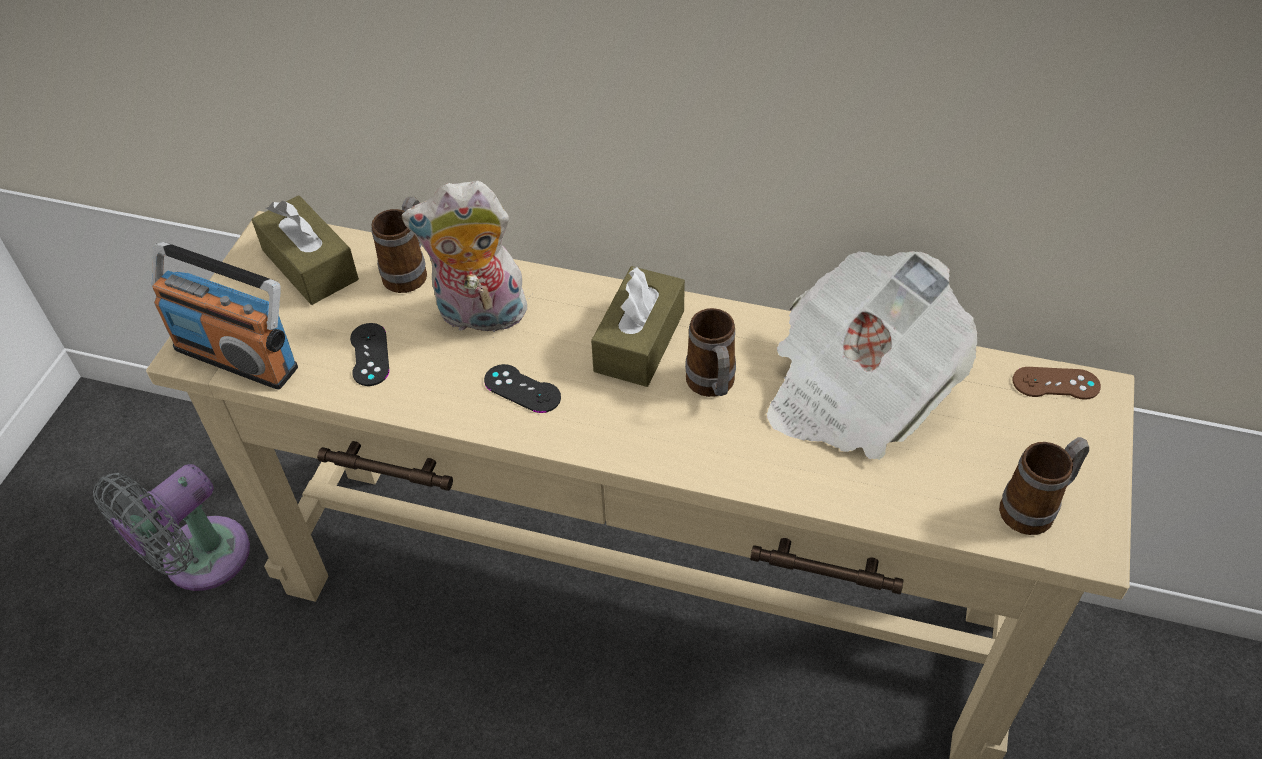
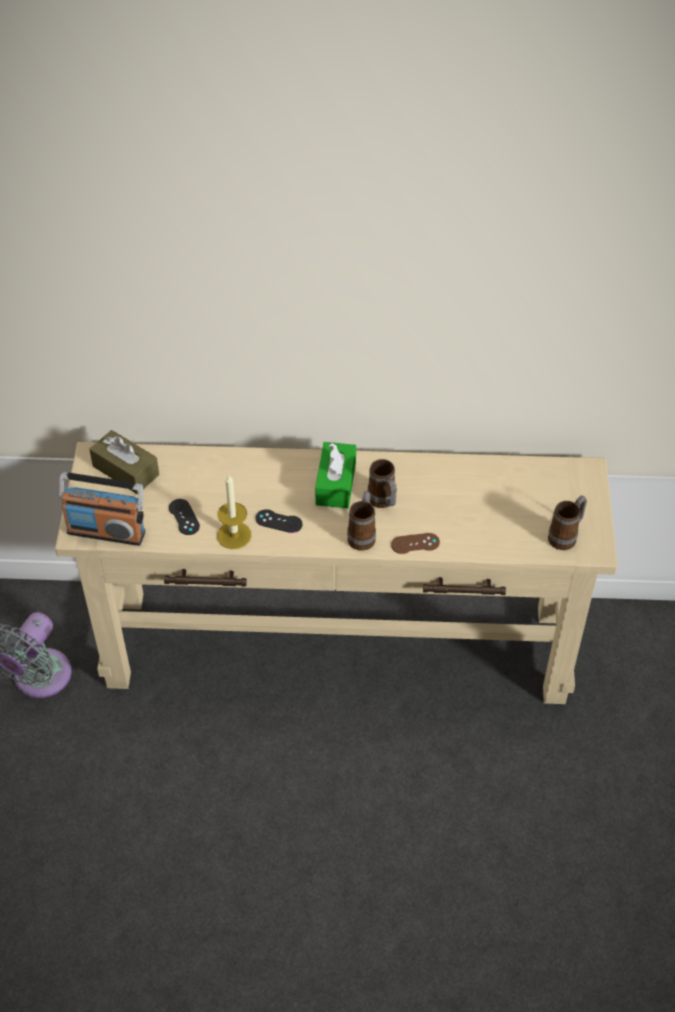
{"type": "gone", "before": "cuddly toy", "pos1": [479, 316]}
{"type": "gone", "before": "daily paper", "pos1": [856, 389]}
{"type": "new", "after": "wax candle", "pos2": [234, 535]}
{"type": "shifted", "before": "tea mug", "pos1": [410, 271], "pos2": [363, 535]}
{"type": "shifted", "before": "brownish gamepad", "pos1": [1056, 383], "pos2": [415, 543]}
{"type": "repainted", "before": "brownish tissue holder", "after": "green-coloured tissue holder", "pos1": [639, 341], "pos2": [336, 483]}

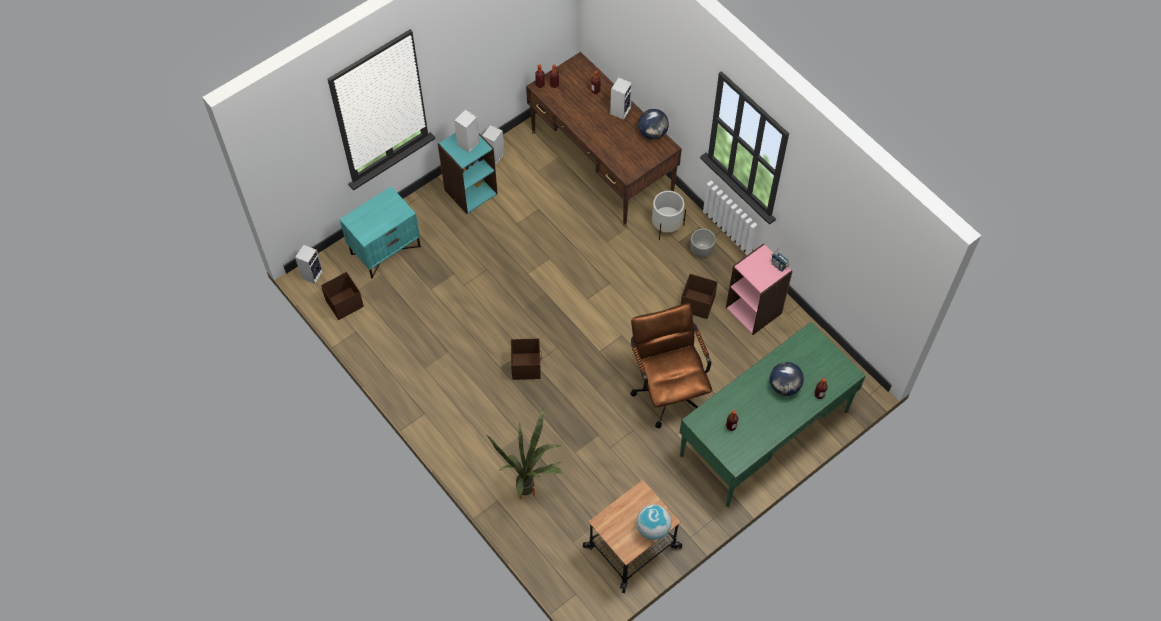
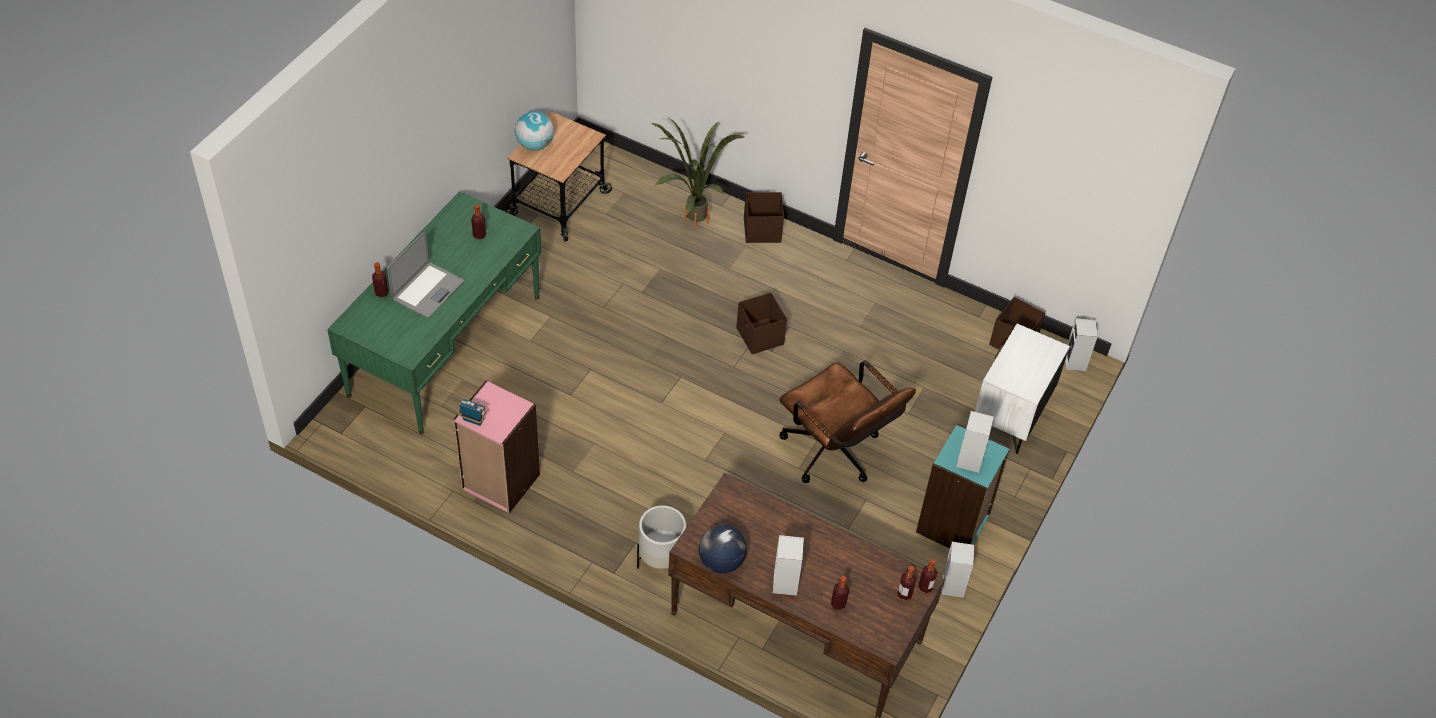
{"type": "gone", "before": "flower pot", "pos1": [701, 251]}
{"type": "shifted", "before": "brownish office chair", "pos1": [668, 388], "pos2": [836, 455]}
{"type": "shifted", "before": "brownish storage container", "pos1": [697, 303], "pos2": [763, 231]}
{"type": "swapped", "before": "desk globe", "after": "portable computer", "pos1": [784, 386], "pos2": [427, 290]}
{"type": "repainted", "before": "turquoise bedside table", "after": "whitish bedside table", "pos1": [385, 249], "pos2": [1010, 416]}

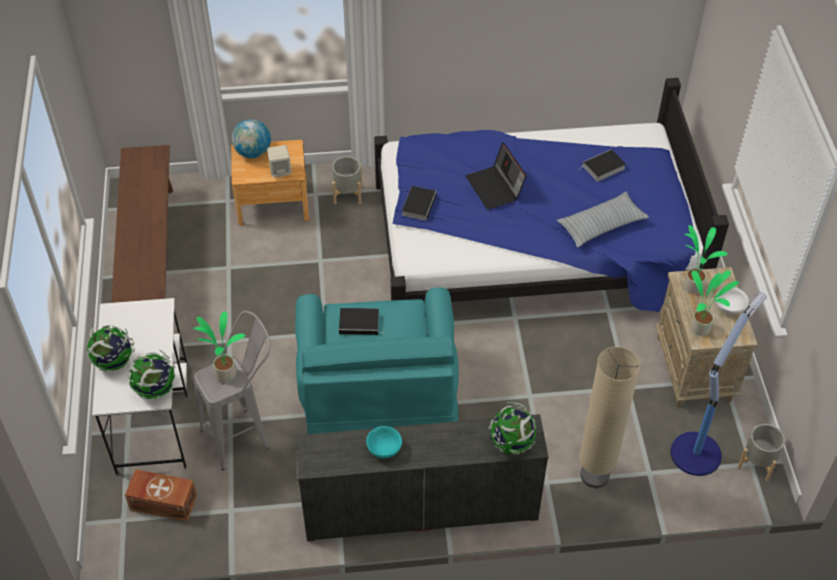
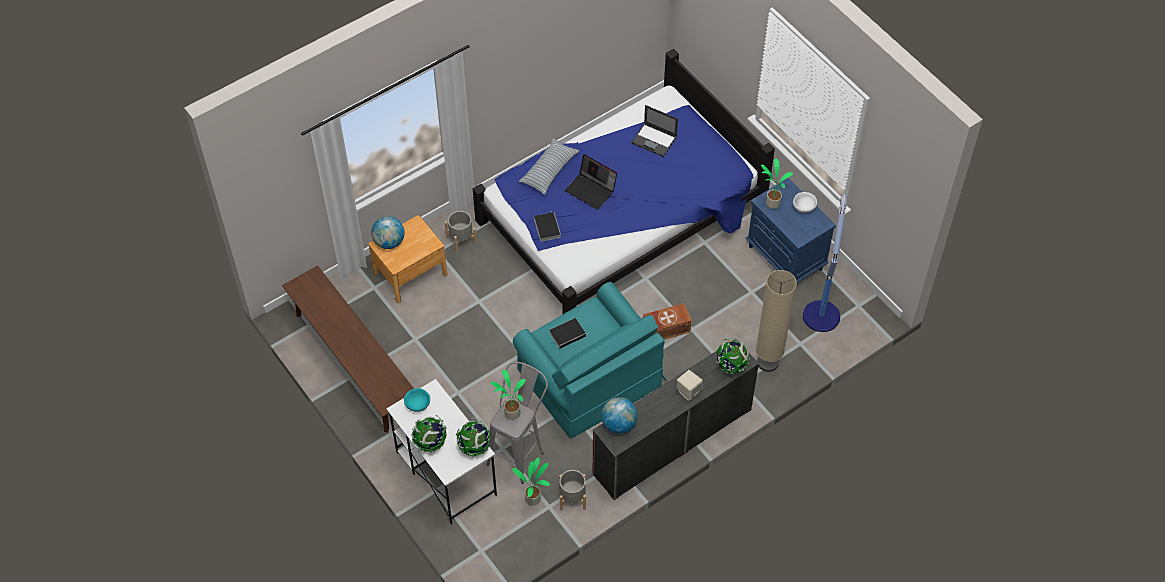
{"type": "new", "after": "desk globe", "pos2": [619, 424]}
{"type": "shifted", "before": "brownish storage container", "pos1": [163, 501], "pos2": [665, 328]}
{"type": "shifted", "before": "beige-coloured audio speaker", "pos1": [280, 170], "pos2": [688, 391]}
{"type": "shifted", "before": "turquoise serving bowl", "pos1": [384, 449], "pos2": [418, 404]}
{"type": "shifted", "before": "cushion", "pos1": [601, 225], "pos2": [549, 170]}
{"type": "shifted", "before": "potted plant", "pos1": [701, 329], "pos2": [534, 498]}
{"type": "shifted", "before": "greyish flower pot", "pos1": [757, 462], "pos2": [572, 498]}
{"type": "swapped", "before": "volume", "after": "portable computer", "pos1": [603, 168], "pos2": [654, 140]}
{"type": "repainted", "before": "beige-coloured bedside table", "after": "bluish bedside table", "pos1": [694, 369], "pos2": [786, 258]}

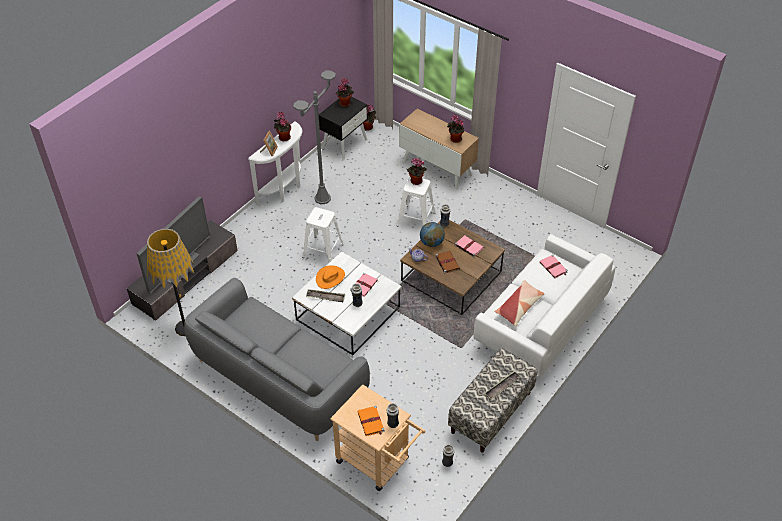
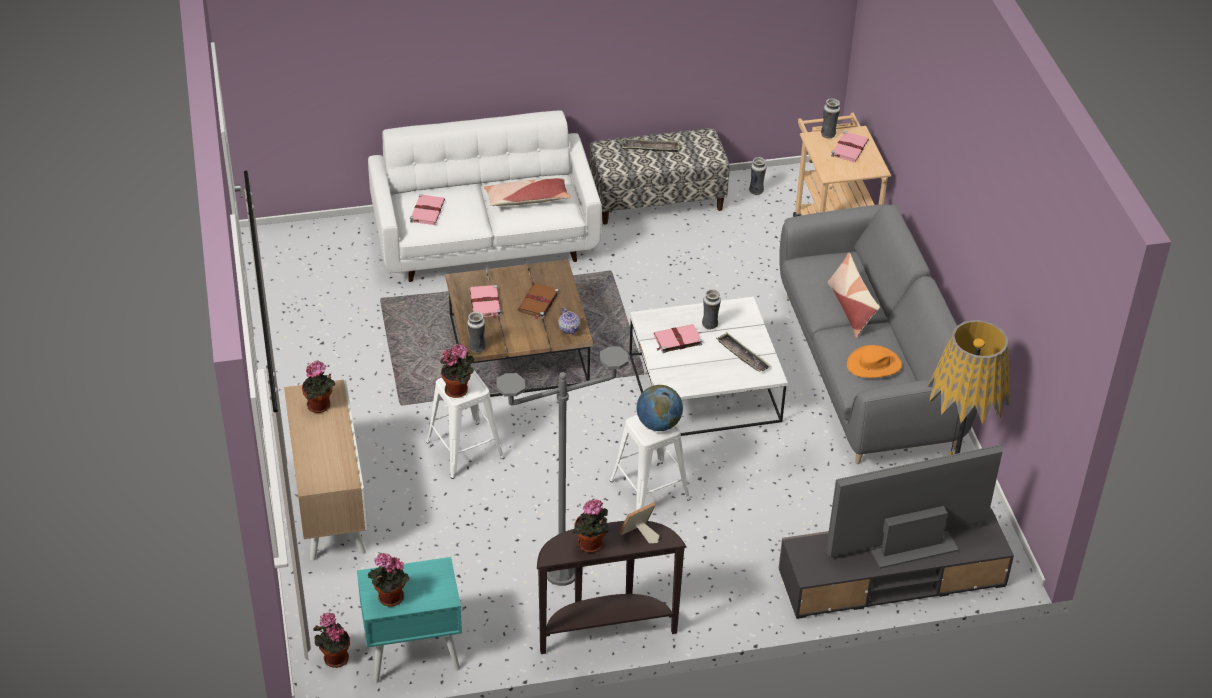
{"type": "new", "after": "cushion", "pos2": [851, 308]}
{"type": "shifted", "before": "orangey clothing hat", "pos1": [330, 277], "pos2": [874, 365]}
{"type": "shifted", "before": "desk globe", "pos1": [431, 243], "pos2": [658, 424]}
{"type": "repainted", "before": "whitish hall table", "after": "brownish hall table", "pos1": [284, 190], "pos2": [605, 629]}
{"type": "repainted", "before": "black bedside table", "after": "turquoise bedside table", "pos1": [344, 143], "pos2": [412, 652]}
{"type": "repainted", "before": "orangey volume", "after": "pink-coloured volume", "pos1": [371, 422], "pos2": [849, 148]}

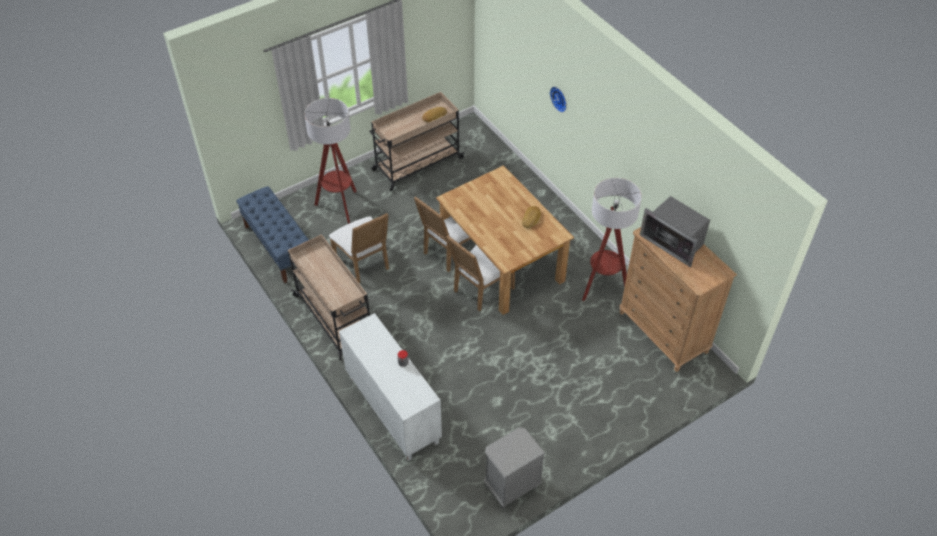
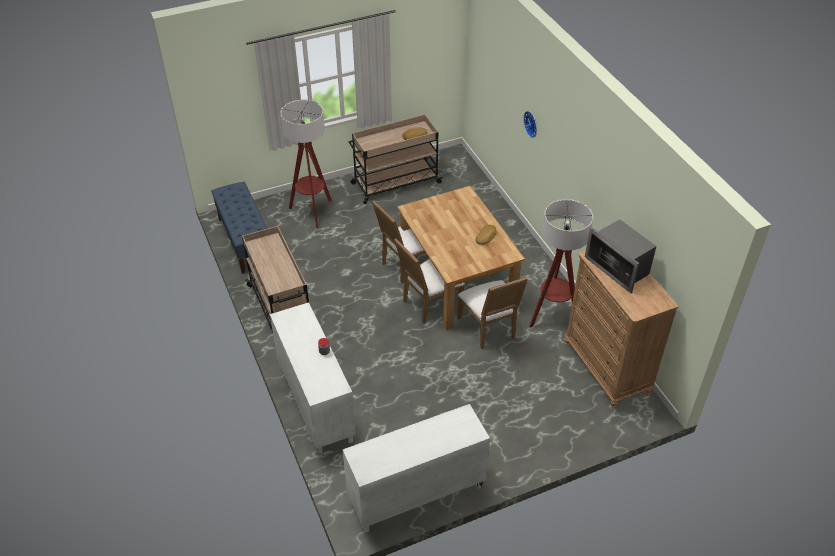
{"type": "shifted", "before": "whitish upright chair", "pos1": [364, 264], "pos2": [489, 329]}
{"type": "swapped", "before": "greyish bedside table", "after": "whitish storage cabinet", "pos1": [511, 486], "pos2": [416, 495]}

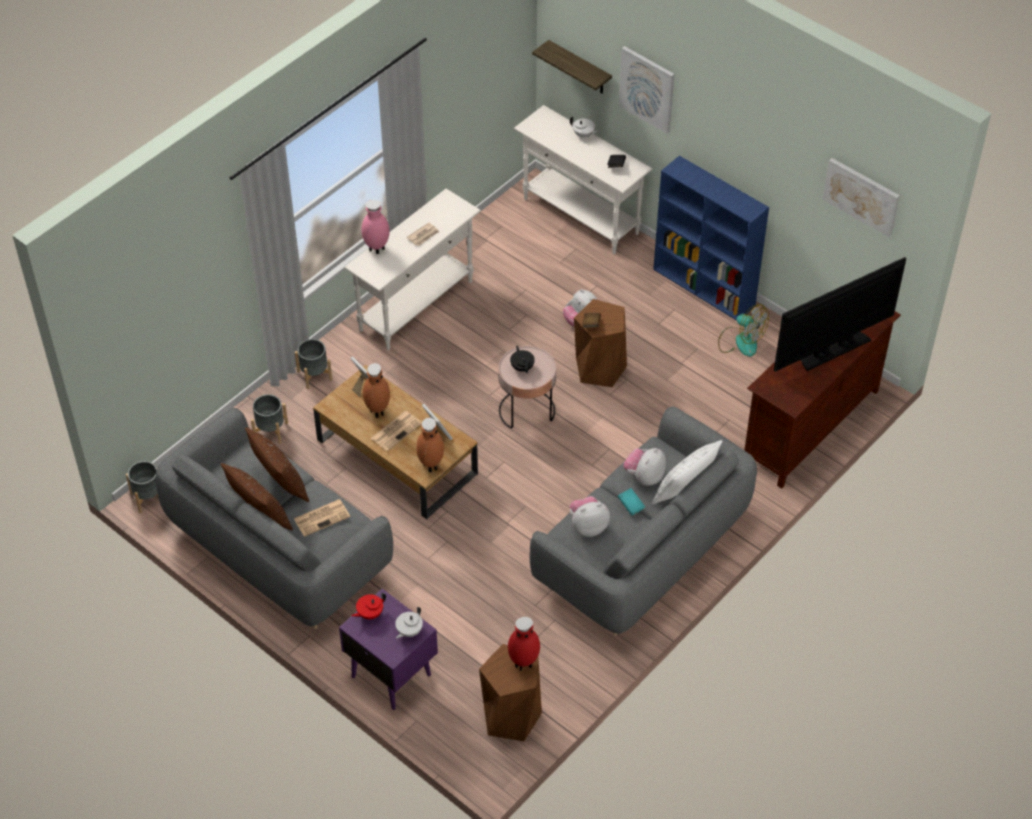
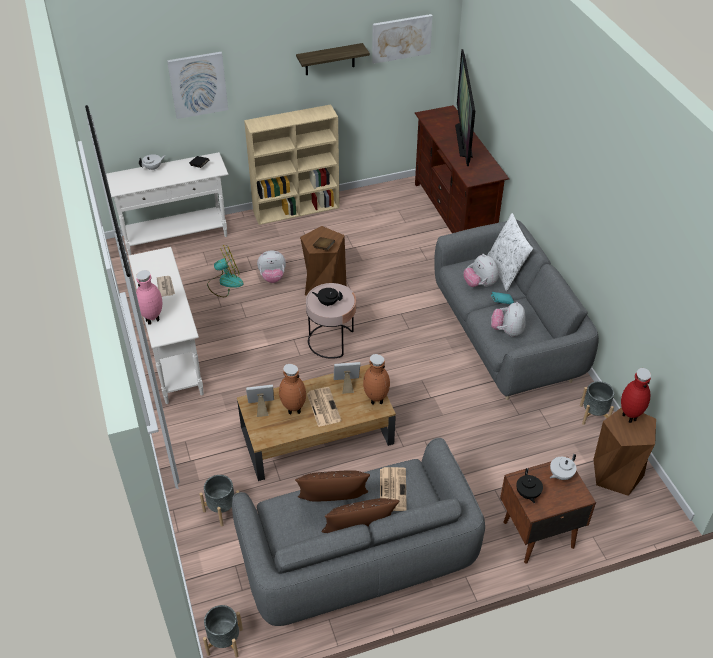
{"type": "shifted", "before": "greyish flower pot", "pos1": [315, 375], "pos2": [593, 415]}
{"type": "shifted", "before": "shelf", "pos1": [579, 68], "pos2": [329, 59]}
{"type": "shifted", "before": "cooling fan", "pos1": [740, 341], "pos2": [225, 283]}
{"type": "repainted", "before": "purple-coloured bedside table", "after": "brownish bedside table", "pos1": [390, 674], "pos2": [537, 534]}
{"type": "repainted", "before": "reddish tea pot", "after": "black tea pot", "pos1": [369, 613], "pos2": [527, 494]}
{"type": "repainted", "before": "bluish bookcase", "after": "beige-coloured bookcase", "pos1": [705, 288], "pos2": [297, 209]}
{"type": "rotated", "before": "whitish tea pot", "pos1": [409, 631], "pos2": [560, 475], "turn": 75}

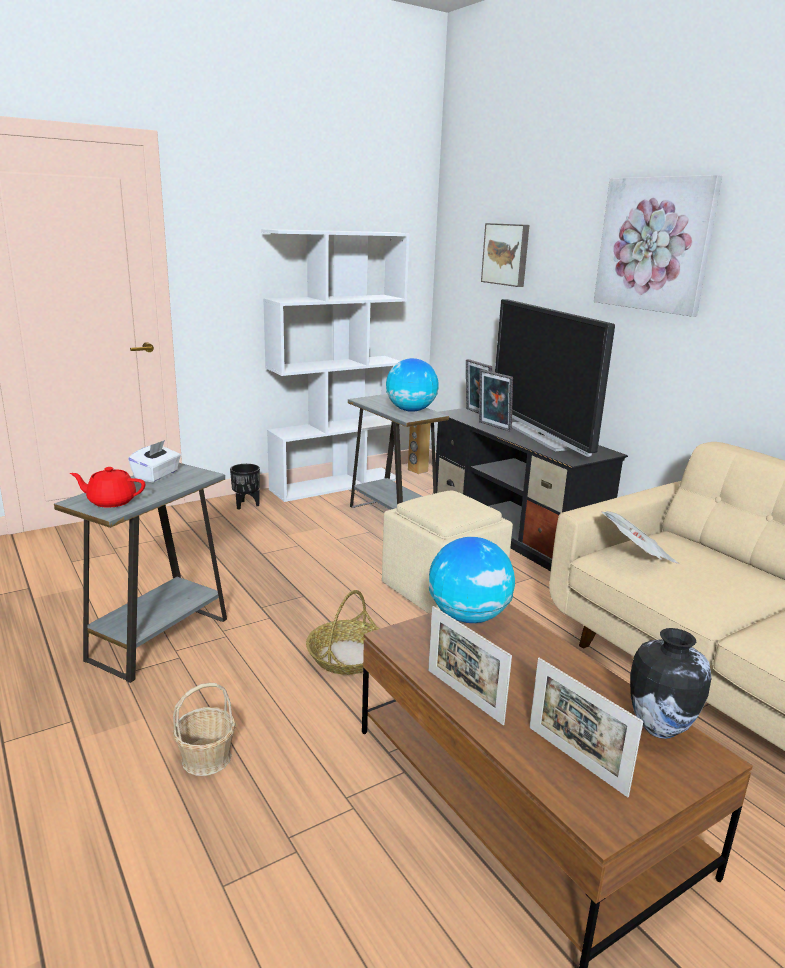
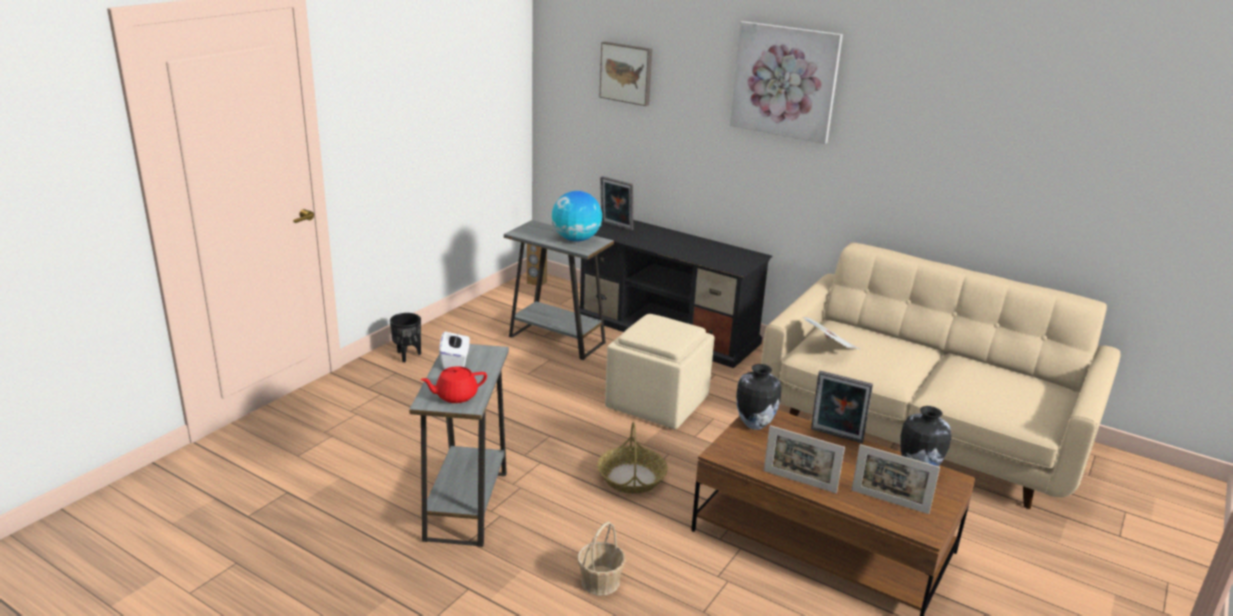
{"type": "gone", "before": "whitish bookcase", "pos1": [336, 484]}
{"type": "gone", "before": "TV", "pos1": [542, 436]}
{"type": "shifted", "before": "photo frame", "pos1": [493, 426], "pos2": [836, 437]}
{"type": "swapped", "before": "desk globe", "after": "decorative vase", "pos1": [468, 616], "pos2": [754, 424]}

